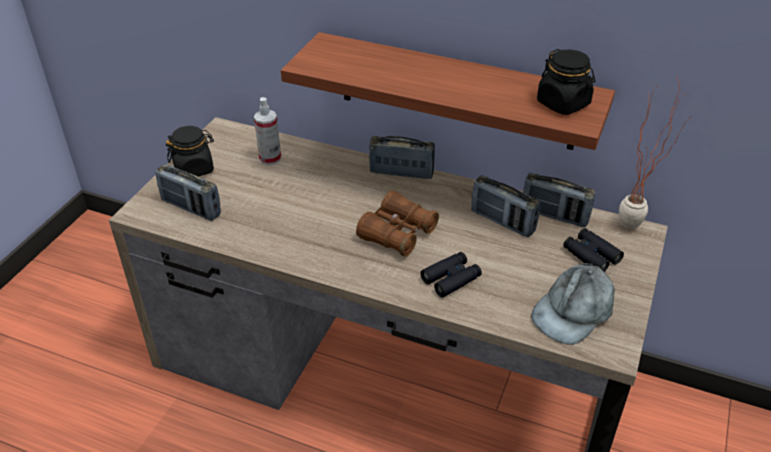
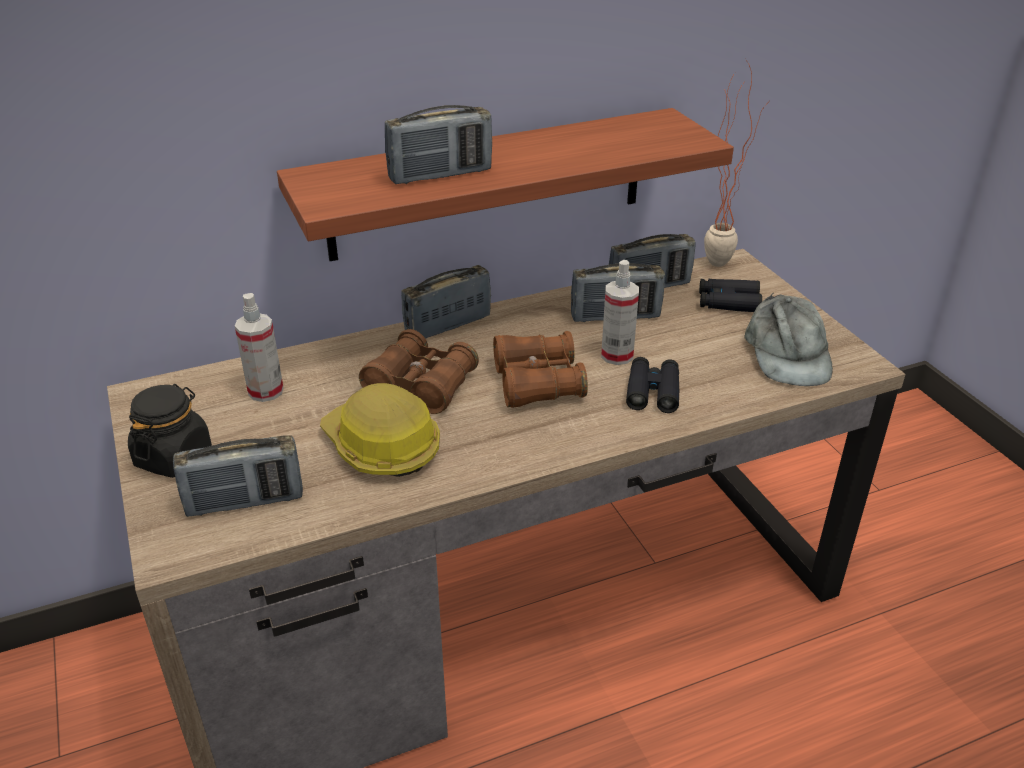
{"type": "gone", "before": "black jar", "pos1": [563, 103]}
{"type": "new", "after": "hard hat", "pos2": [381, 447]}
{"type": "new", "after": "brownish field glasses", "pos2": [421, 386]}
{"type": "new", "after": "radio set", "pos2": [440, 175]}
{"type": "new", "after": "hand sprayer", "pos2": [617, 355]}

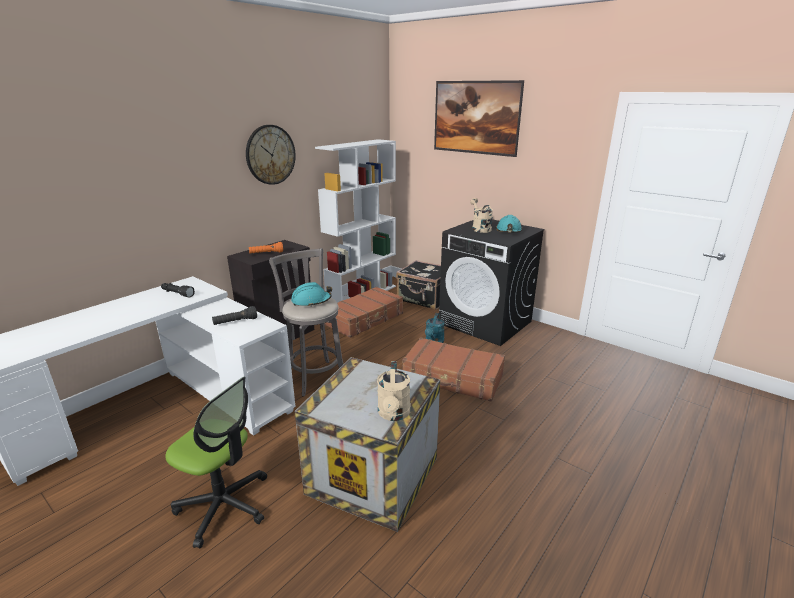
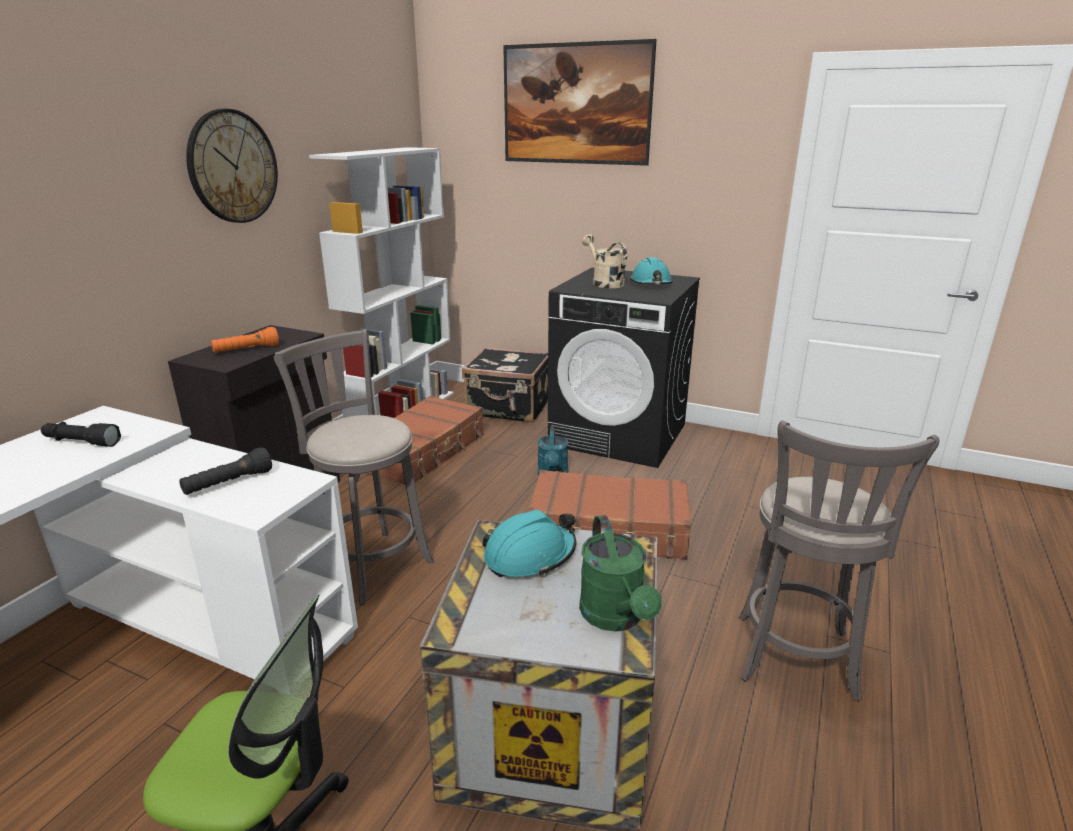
{"type": "new", "after": "greyish stool seat", "pos2": [796, 661]}
{"type": "shifted", "before": "turquoise hard hat", "pos1": [311, 301], "pos2": [530, 556]}
{"type": "repainted", "before": "beige-coloured watering can", "after": "green-coloured watering can", "pos1": [394, 414], "pos2": [616, 617]}

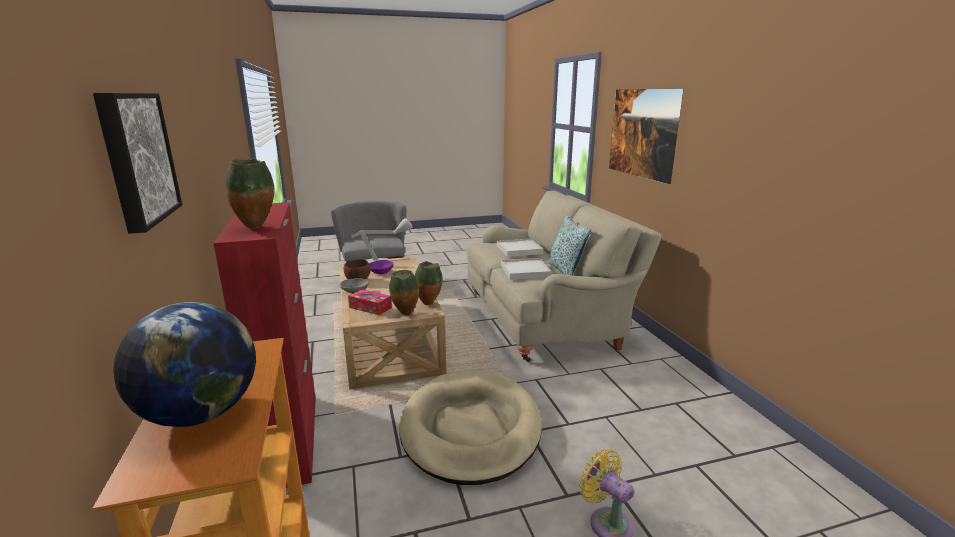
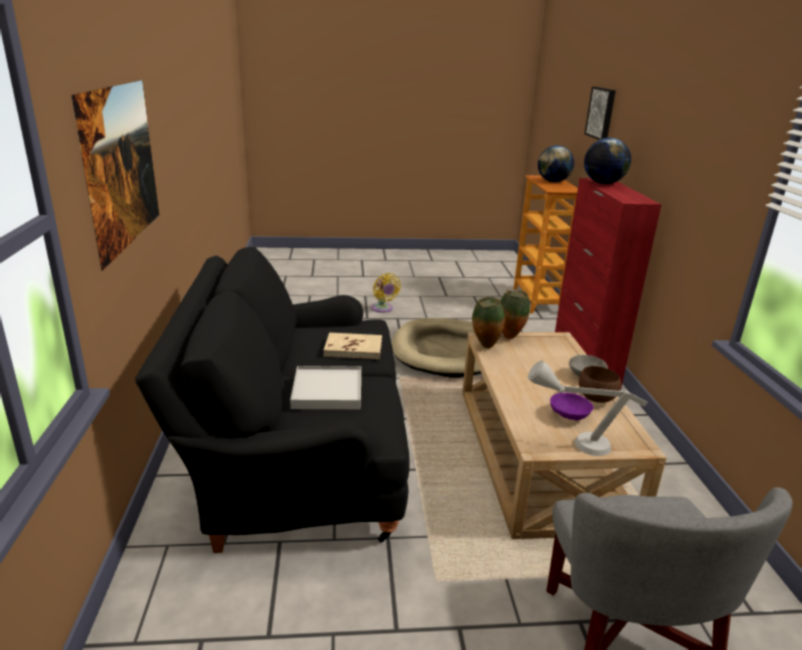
{"type": "gone", "before": "tissue holder", "pos1": [370, 307]}
{"type": "gone", "before": "cushion", "pos1": [565, 271]}
{"type": "swapped", "before": "decorative vase", "after": "desk globe", "pos1": [257, 228], "pos2": [603, 183]}
{"type": "swapped", "before": "whitish serving tray", "after": "beige-coloured volume", "pos1": [525, 271], "pos2": [353, 348]}
{"type": "repainted", "before": "beige-coloured sofa", "after": "black sofa", "pos1": [546, 318], "pos2": [296, 457]}

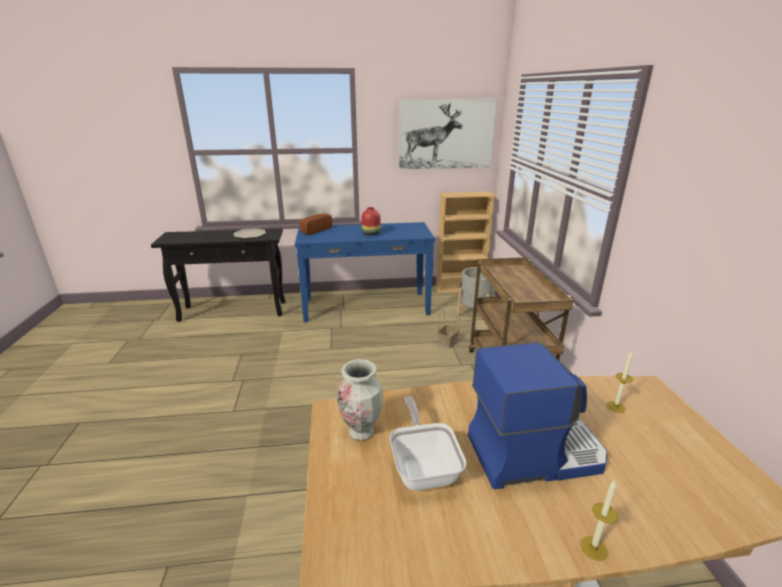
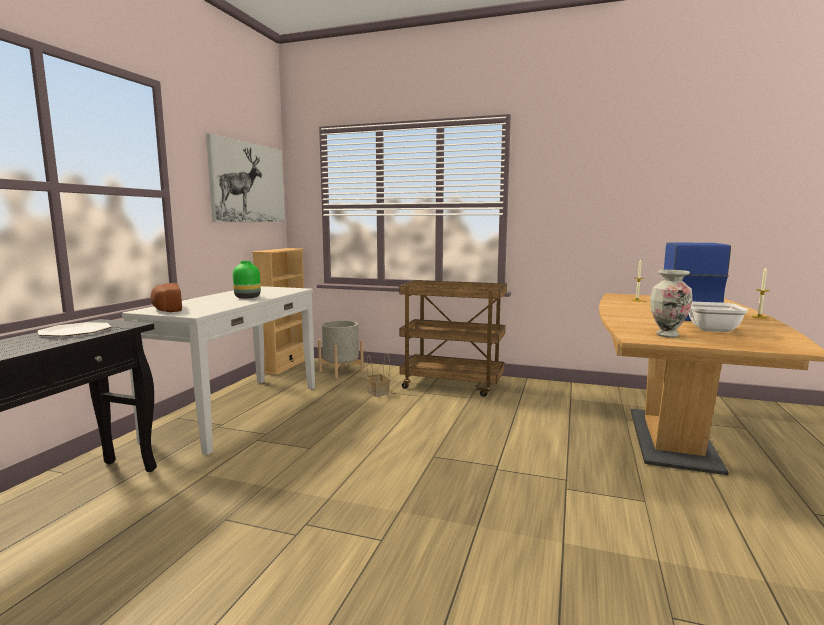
{"type": "repainted", "before": "bluish hall table", "after": "whitish hall table", "pos1": [366, 306], "pos2": [238, 411]}
{"type": "repainted", "before": "reddish decorative vase", "after": "green-coloured decorative vase", "pos1": [370, 234], "pos2": [247, 297]}

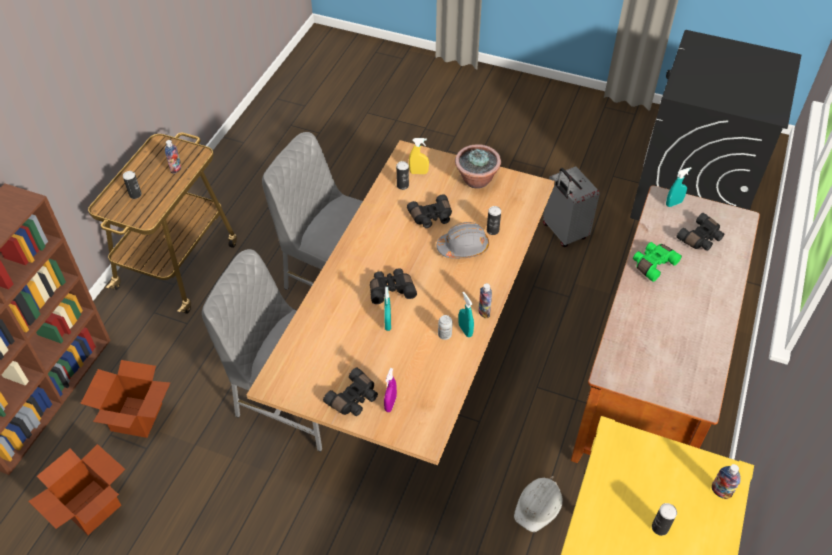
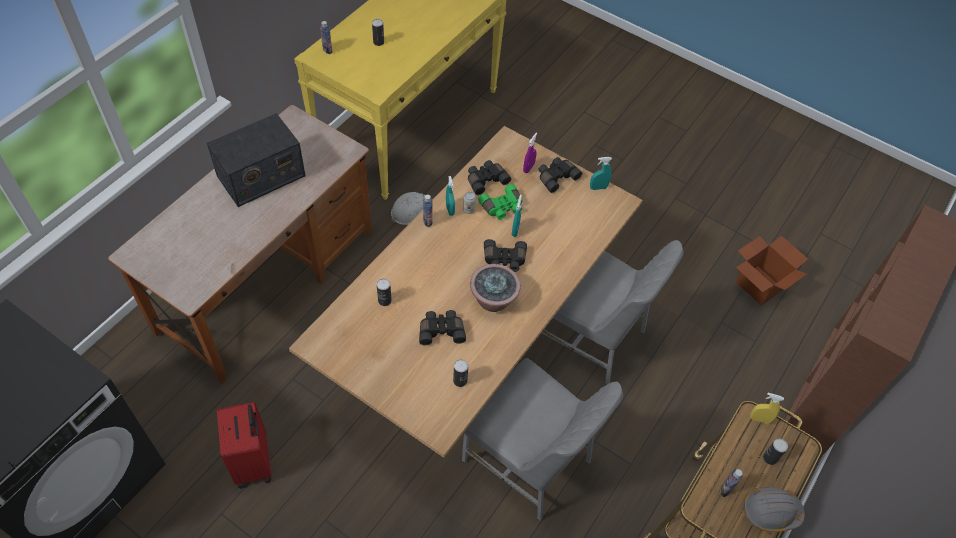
{"type": "gone", "before": "carton", "pos1": [136, 417]}
{"type": "new", "after": "radio set", "pos2": [260, 176]}
{"type": "shifted", "before": "yellowish hand sprayer", "pos1": [418, 172], "pos2": [759, 419]}
{"type": "shifted", "before": "greyish hard hat", "pos1": [463, 247], "pos2": [770, 512]}
{"type": "shifted", "before": "potted plant", "pos1": [476, 180], "pos2": [493, 300]}
{"type": "shifted", "before": "green-coloured field glasses", "pos1": [652, 264], "pos2": [502, 208]}
{"type": "shifted", "before": "turquoise hand sprayer", "pos1": [673, 203], "pos2": [598, 187]}
{"type": "shifted", "before": "black field glasses", "pos1": [701, 238], "pos2": [486, 180]}
{"type": "repainted", "before": "greyish suitcase", "after": "reddish suitcase", "pos1": [563, 232], "pos2": [254, 462]}

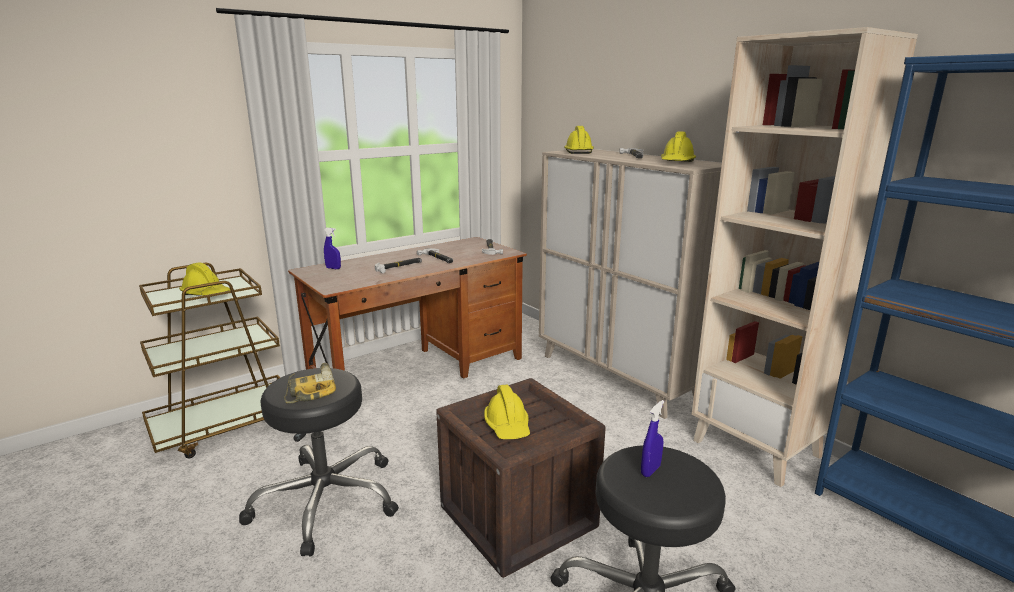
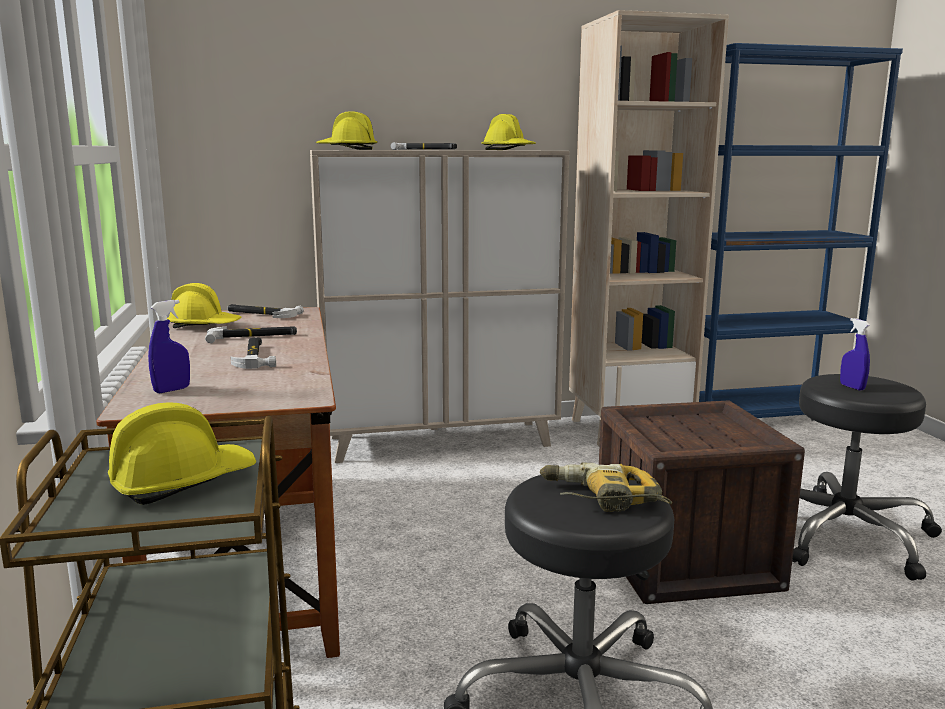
{"type": "shifted", "before": "yellowish hard hat", "pos1": [507, 426], "pos2": [204, 326]}

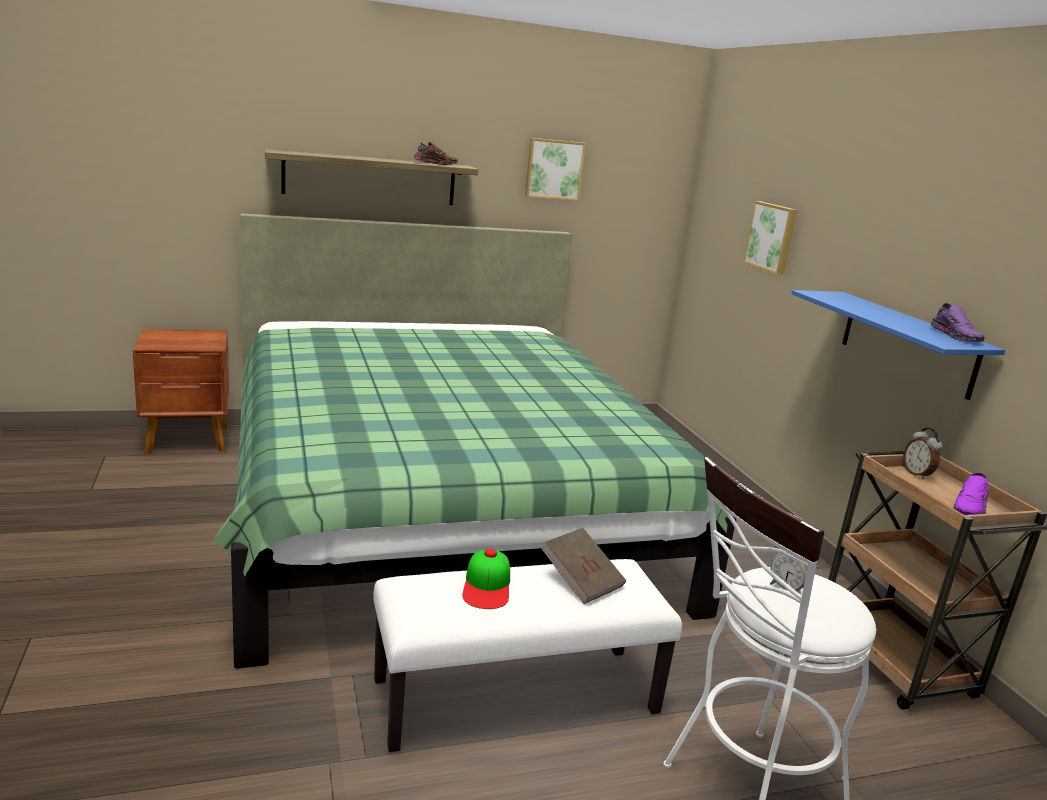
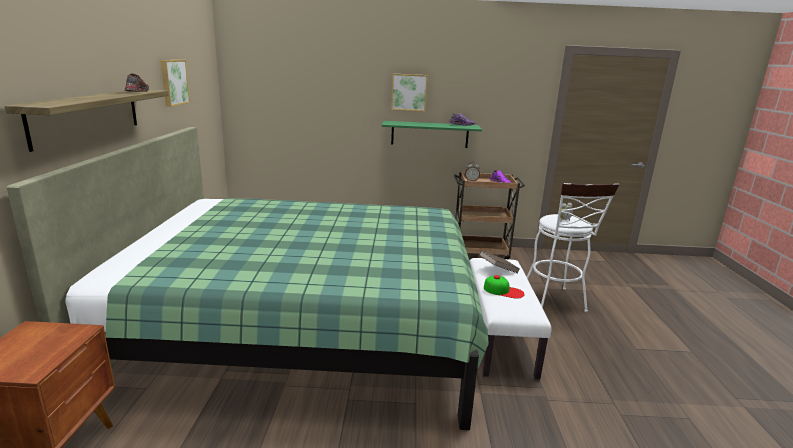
{"type": "shifted", "before": "wall picture", "pos1": [772, 237], "pos2": [409, 92]}
{"type": "repainted", "before": "bluish shelf", "after": "green-coloured shelf", "pos1": [907, 343], "pos2": [429, 134]}

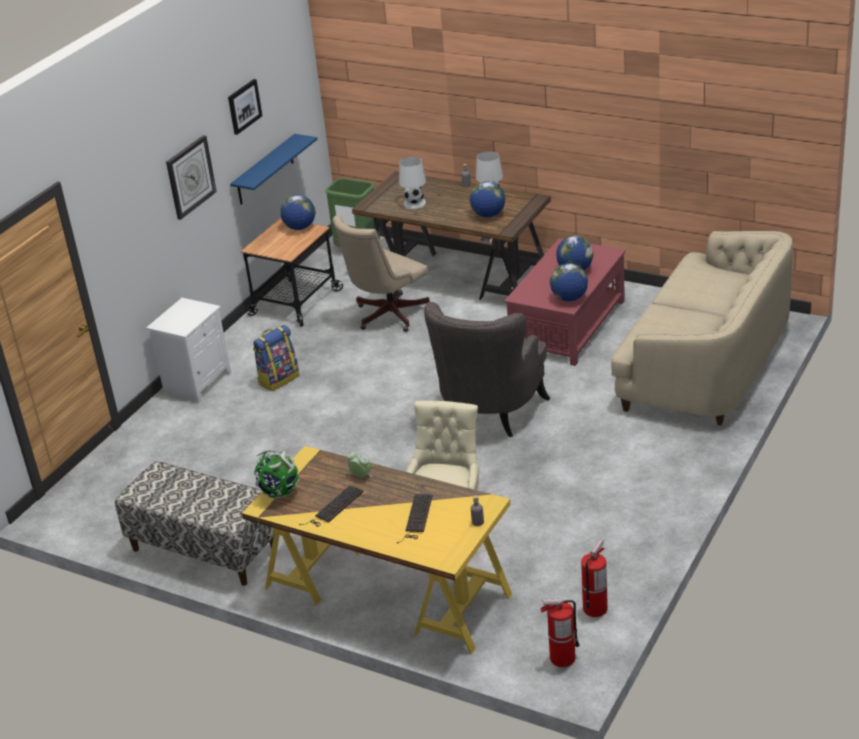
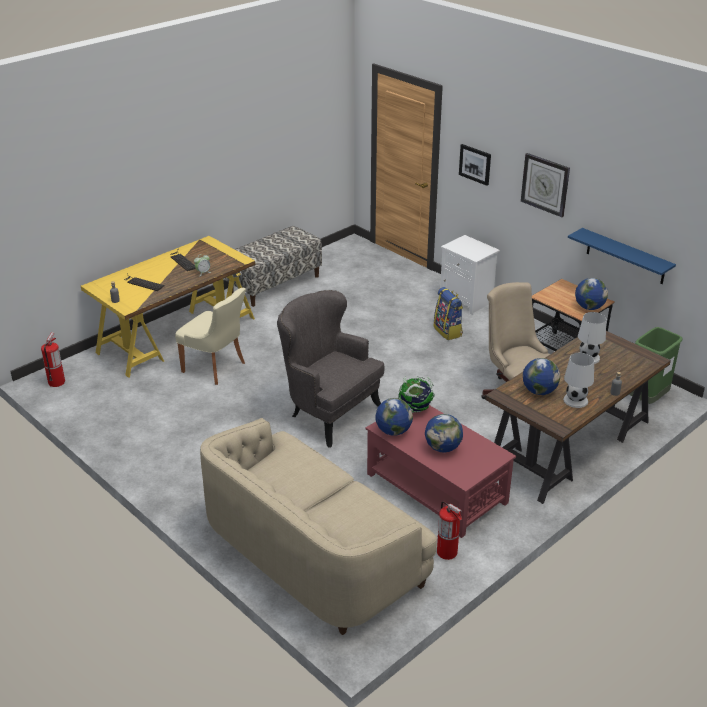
{"type": "shifted", "before": "wall picture", "pos1": [244, 106], "pos2": [475, 164]}
{"type": "shifted", "before": "desk globe", "pos1": [279, 492], "pos2": [415, 409]}
{"type": "shifted", "before": "fire extinguisher", "pos1": [595, 608], "pos2": [447, 552]}

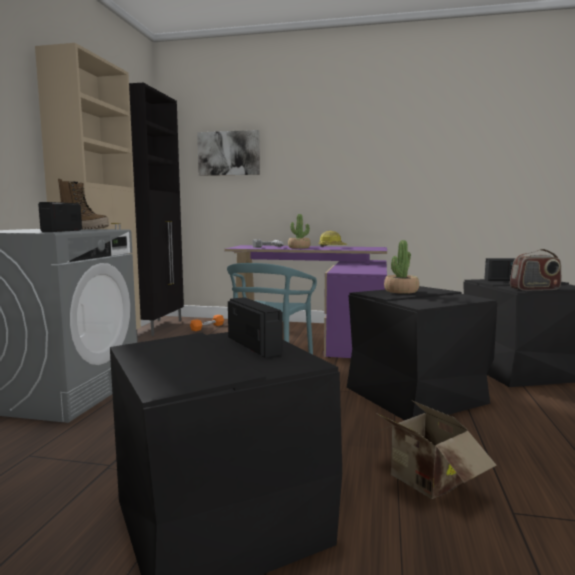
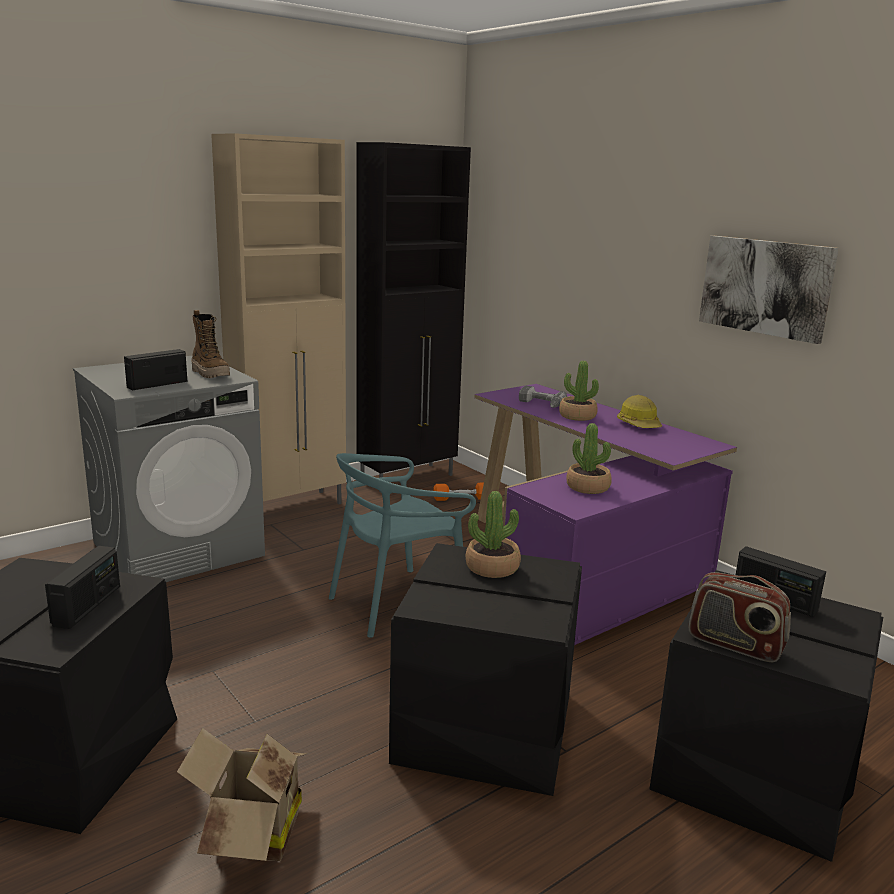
{"type": "new", "after": "potted plant", "pos2": [588, 487]}
{"type": "shifted", "before": "wall picture", "pos1": [229, 153], "pos2": [765, 287]}

